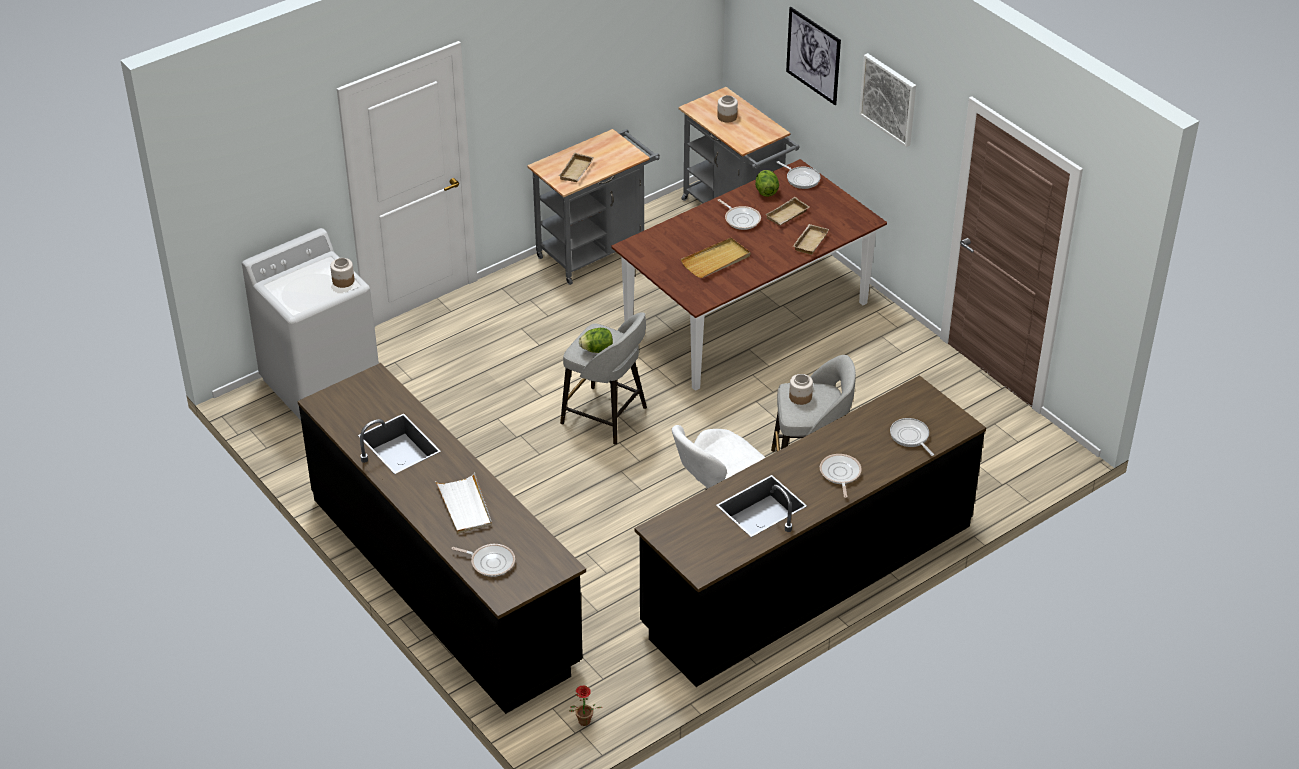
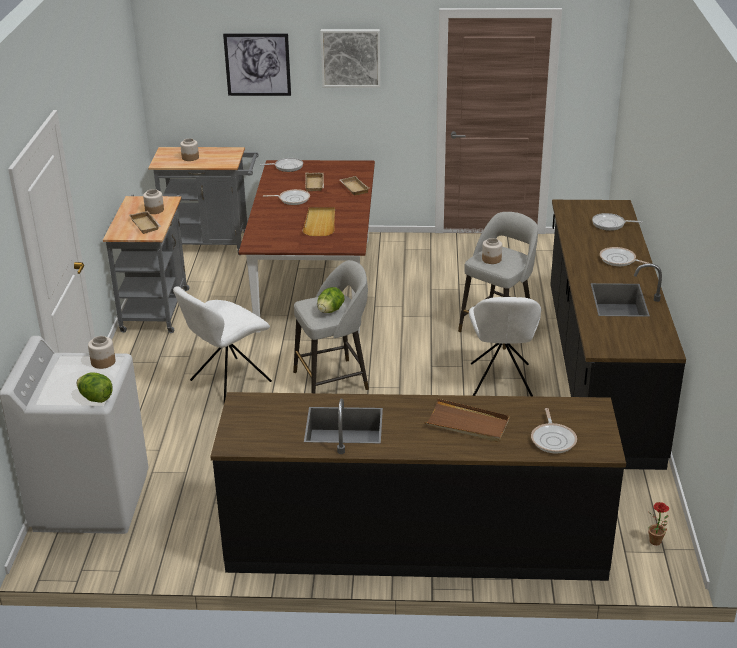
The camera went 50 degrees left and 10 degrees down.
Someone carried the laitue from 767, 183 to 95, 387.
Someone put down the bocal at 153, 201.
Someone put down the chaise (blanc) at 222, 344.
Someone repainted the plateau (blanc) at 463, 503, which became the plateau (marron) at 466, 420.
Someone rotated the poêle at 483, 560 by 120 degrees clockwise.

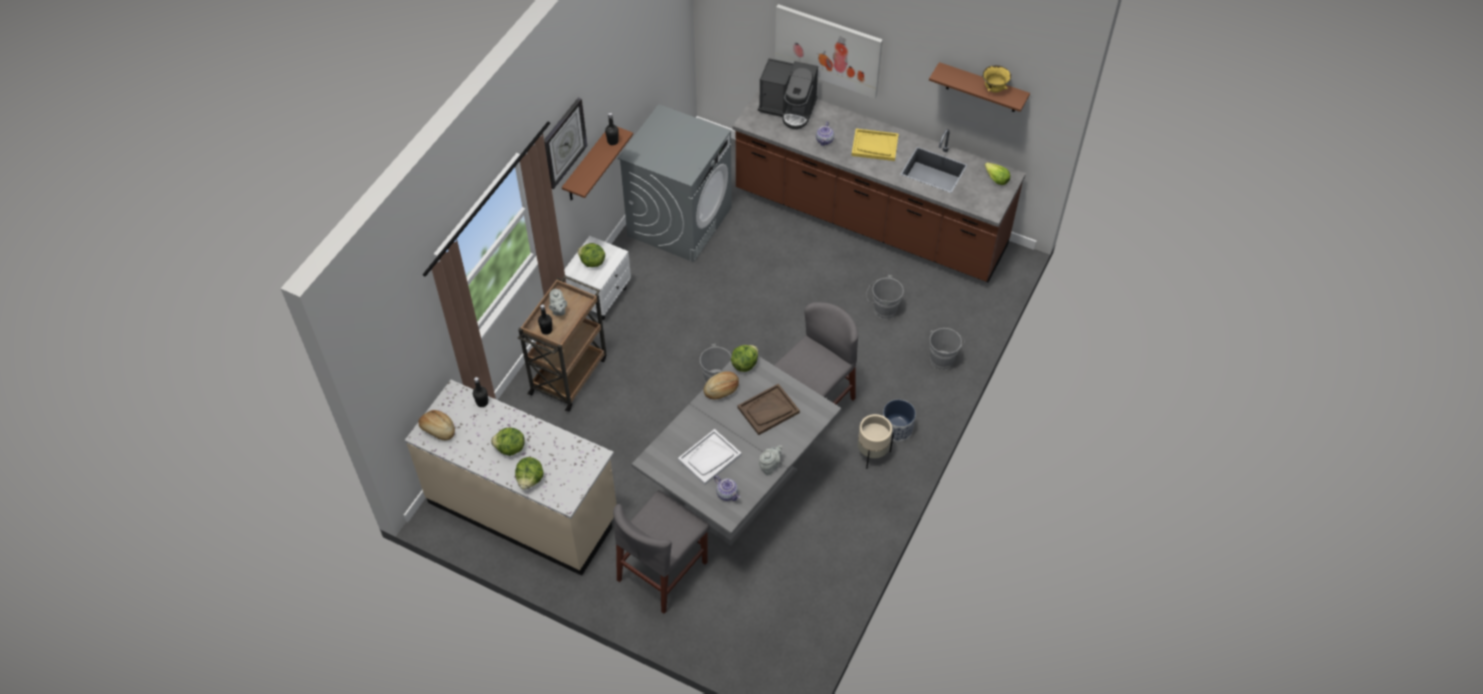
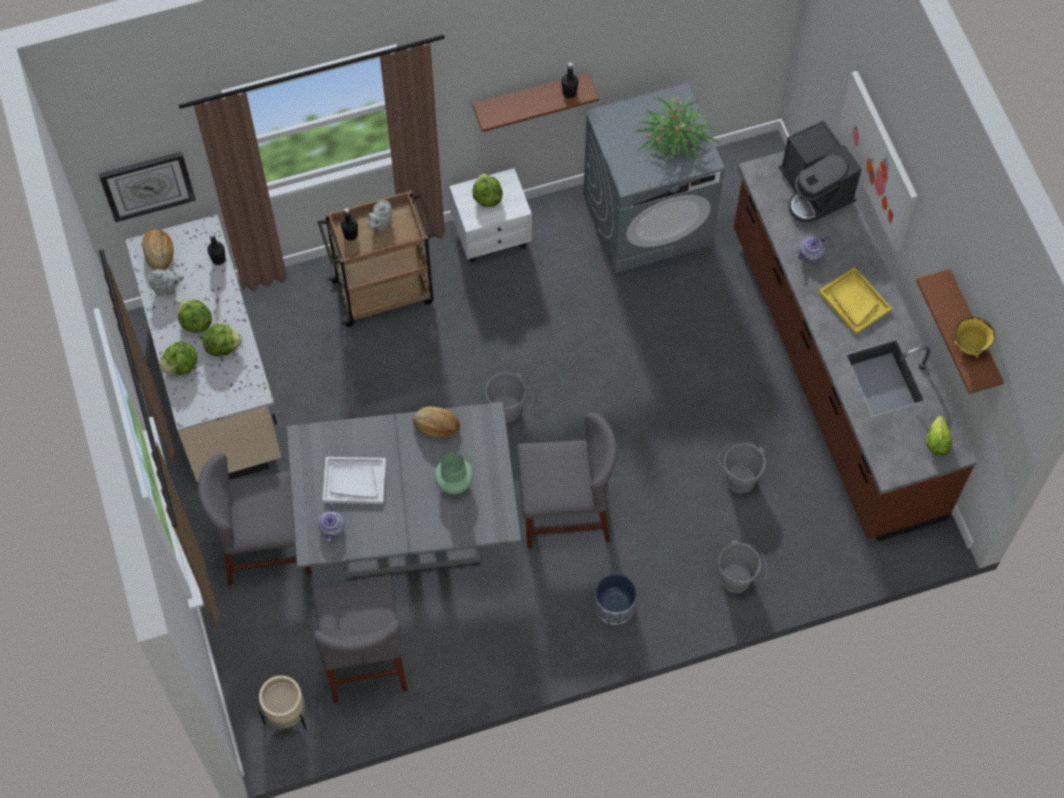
The camera went 45 degrees right and 10 degrees up.
Someone carried the horloge murale from 565, 143 to 147, 186.
Someone carried the théière (gris) from 770, 460 to 166, 282.
Someone carried the laitue from 744, 358 to 222, 340.
Someone carried the cache-pot (beige) from 876, 441 to 282, 702.
Someone put down the chaise (gris) at 359, 639.
Someone swapped the plateau (marron) at 769, 409 for the vase (vert) at 453, 473.
Someone put down the plante en pot at 676, 128.

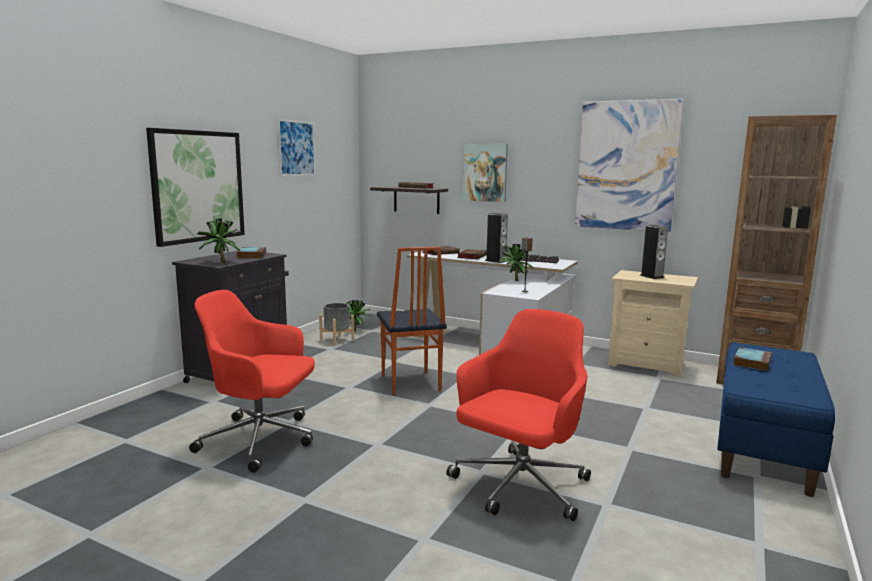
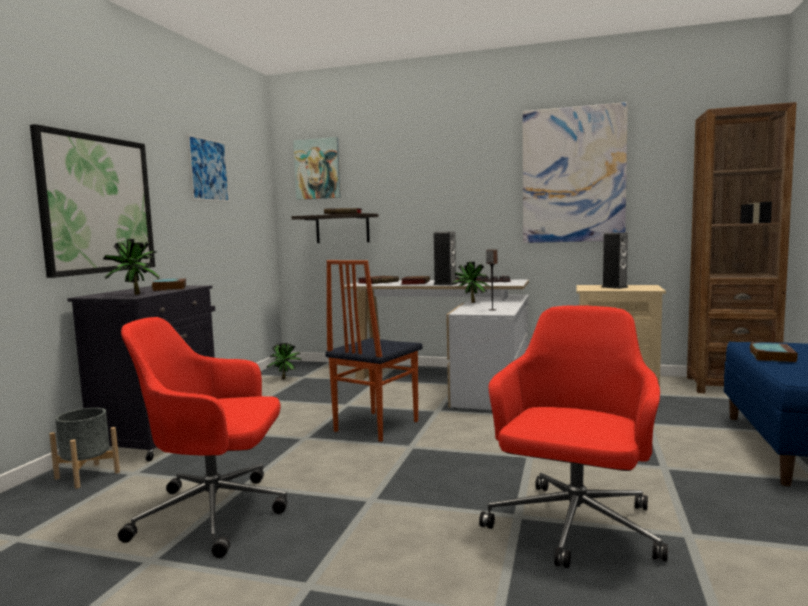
The camera went 10 degrees left and 5 degrees down.
Someone carried the cache-pot (gris) from 336, 324 to 84, 448.
Someone carried the tableau from 485, 172 to 317, 168.
Someone rotated the chaise at 412, 321 by 60 degrees clockwise.

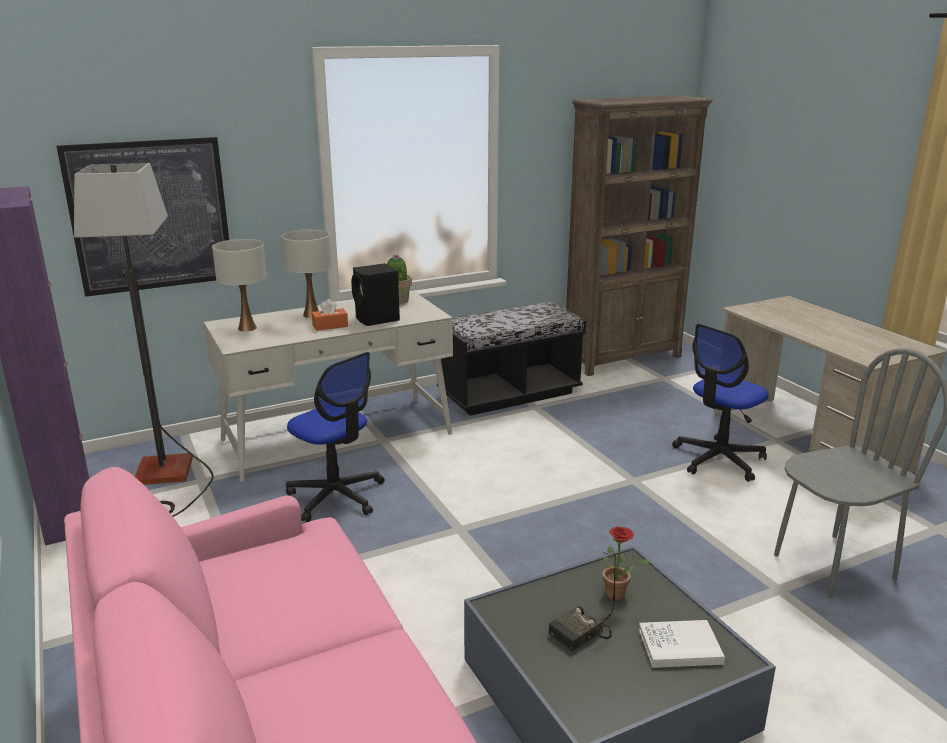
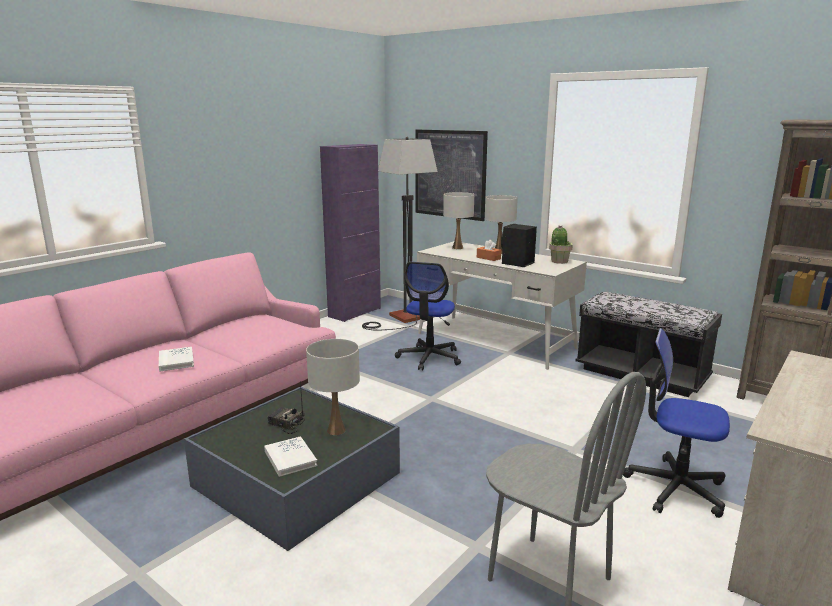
The camera went 65 degrees right and 5 degrees down.
Someone put down the livre (blanc) at 176, 359.
Someone swapped the plante en pot at 626, 563 for the lampe de table (blanc) at 333, 387.

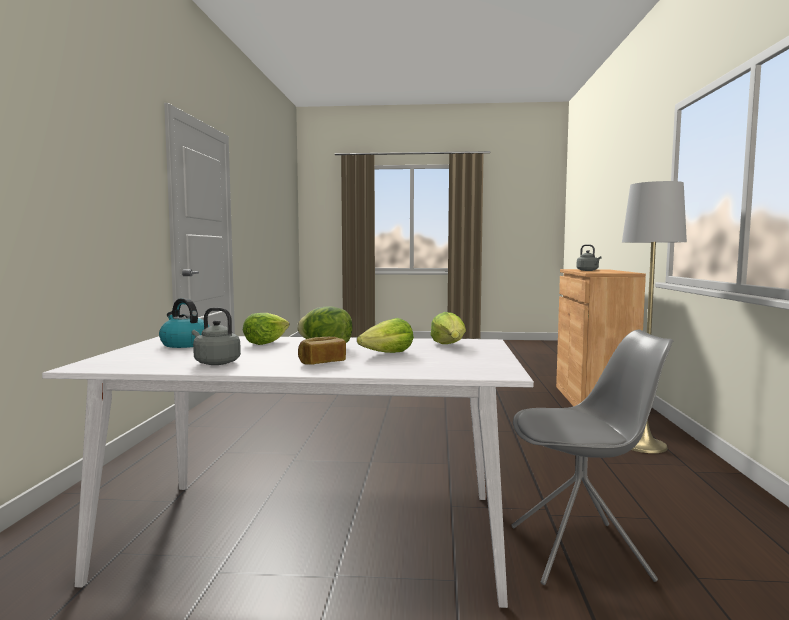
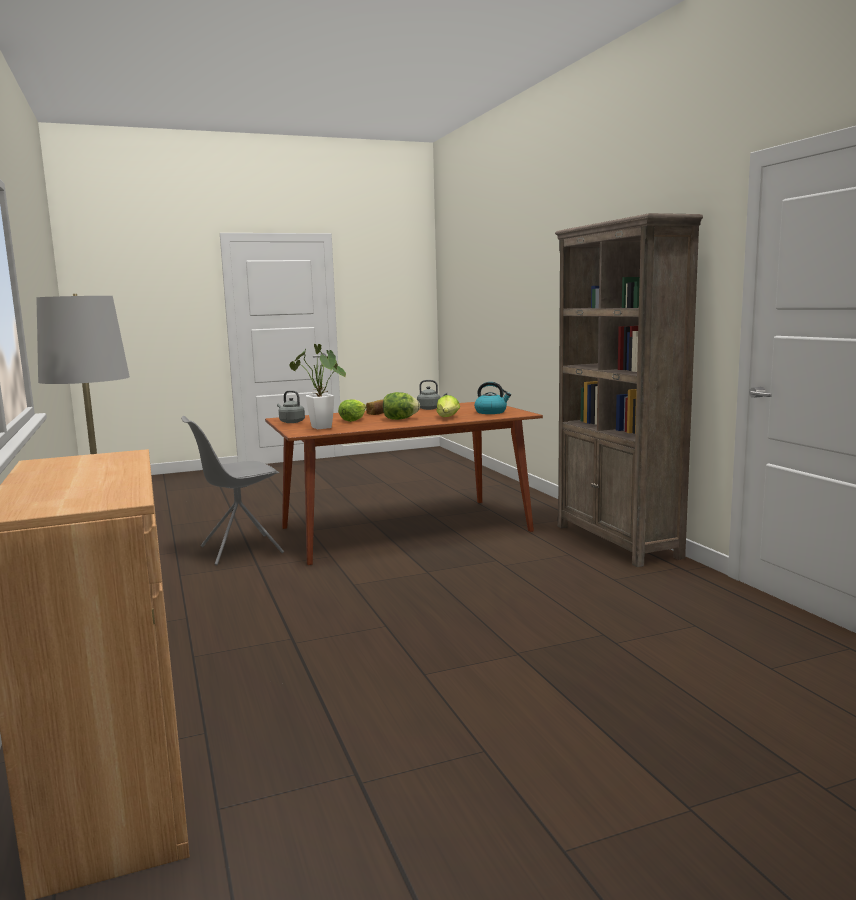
The camera went 155 degrees right and 5 degrees up.
Someone repainted the table à manger (blanc) at 288, 472, which became the table à manger (marron) at 404, 483.
Someone carried the bouilloire (gris) from 588, 257 to 291, 406.
Someone swapped the laitue at 448, 328 for the plante en pot at 317, 386.
Someone put down the bibliothèque (marron) at 629, 390.

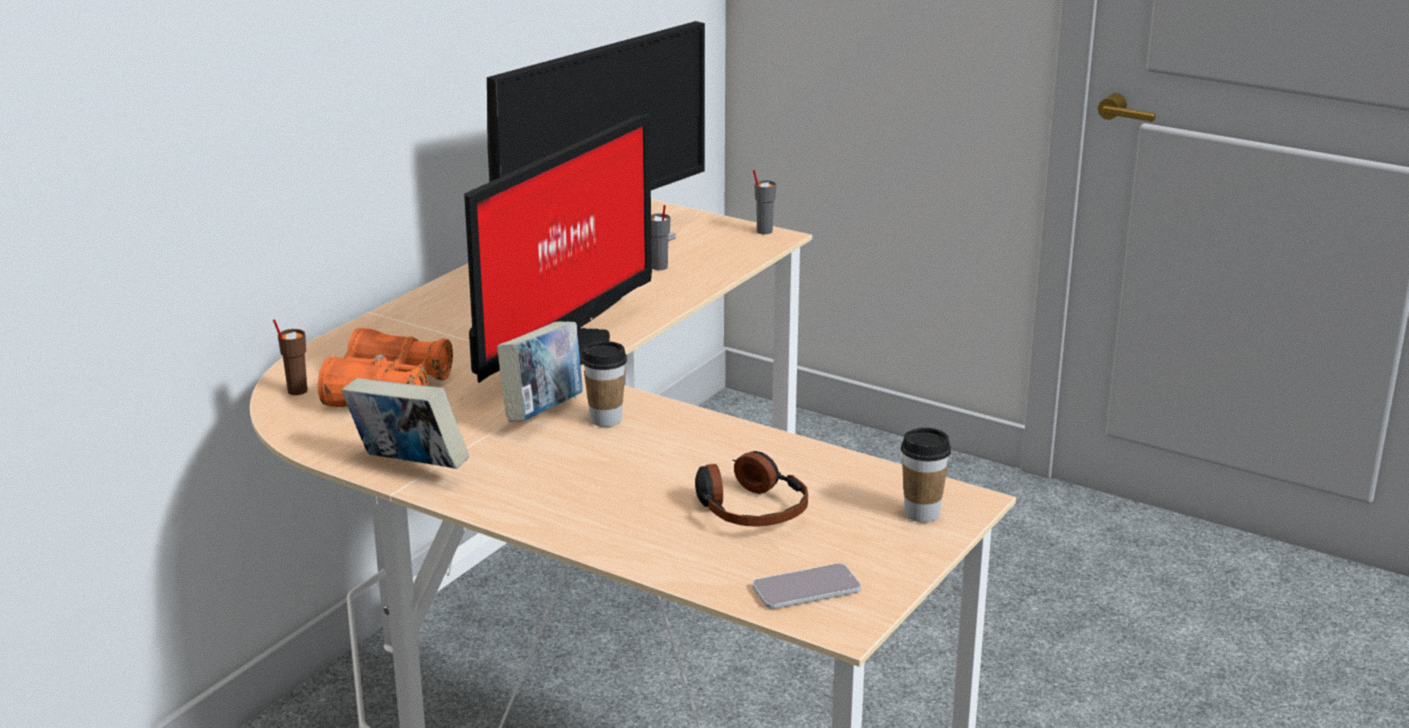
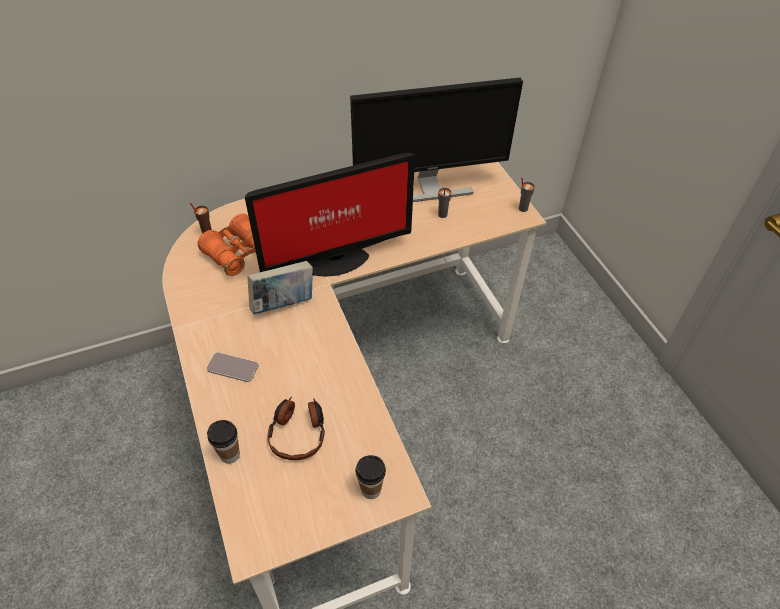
The camera went 35 degrees right and 25 degrees up.
Someone carried the téléphone from 807, 586 to 232, 367.
Someone carried the tasse from 604, 384 to 223, 442.
Someone took away the livre at 405, 423.

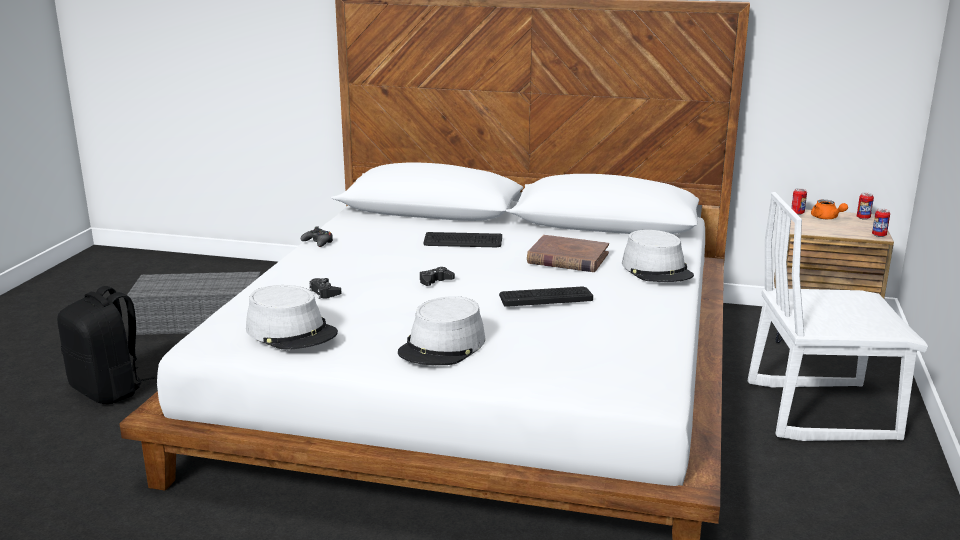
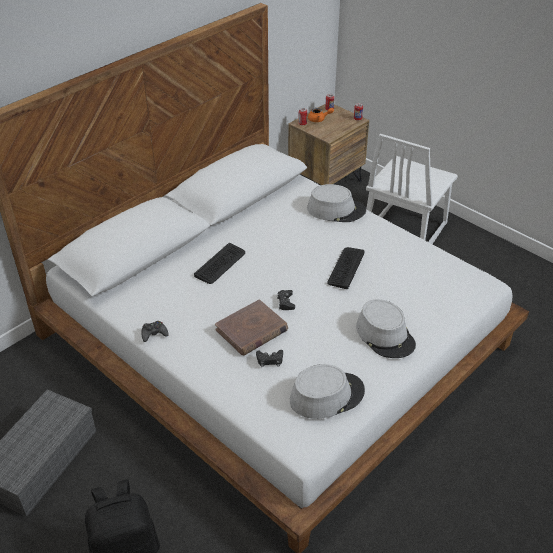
The camera went 60 degrees left and 20 degrees up.
Someone carried the livre (marron) from 568, 253 to 251, 327.

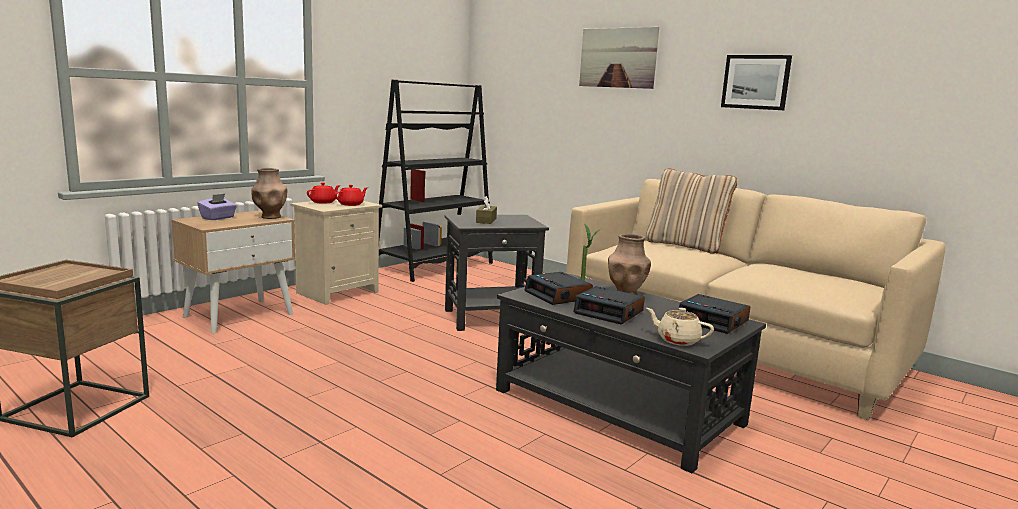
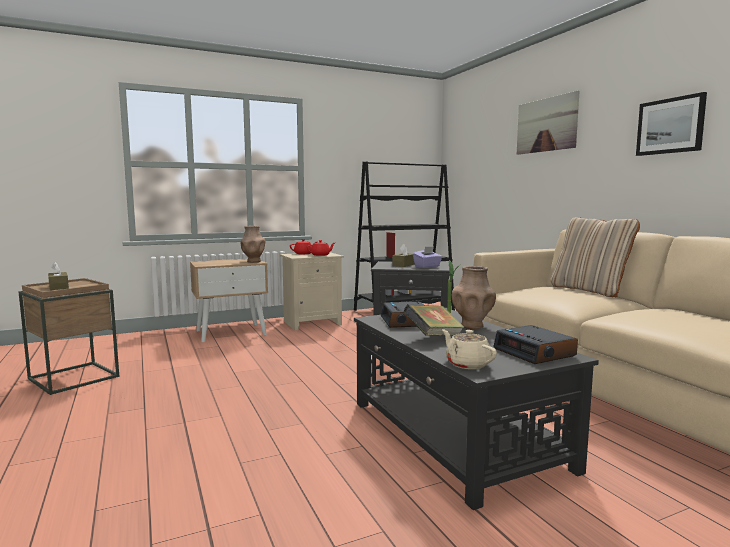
The camera went 25 degrees right and 5 degrees down.
Someone put down the boîte à mouchoirs (marron) at 58, 276.
Someone swapped the réveil at 609, 305 for the livre at 434, 320.
Someone carried the boîte à mouchoirs (violet) from 217, 207 to 427, 257.

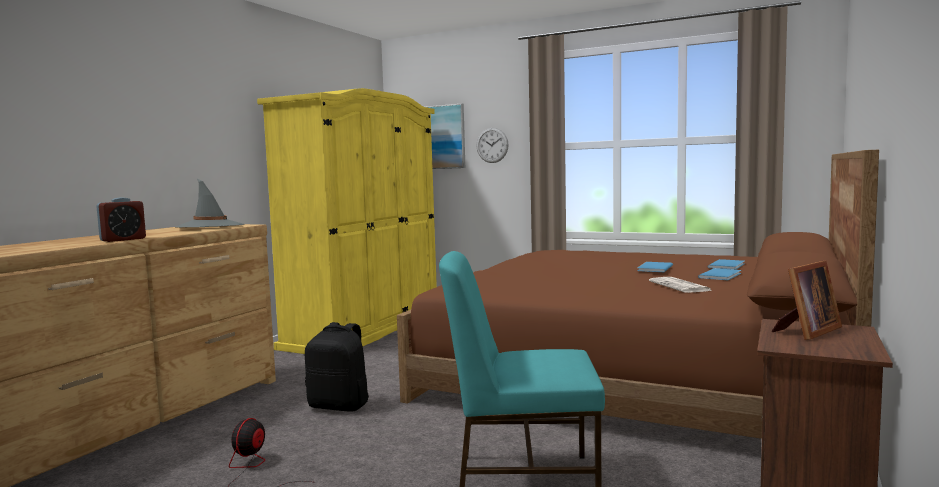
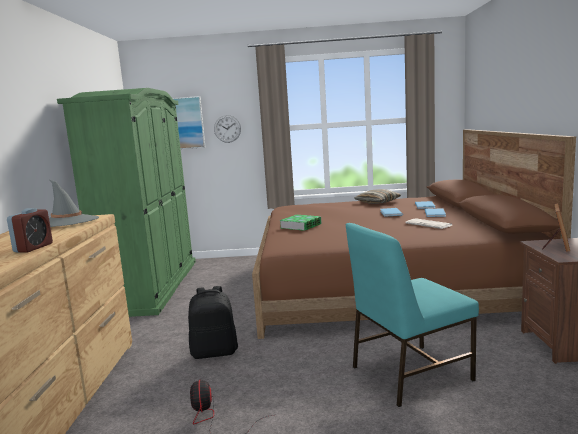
The camera went 25 degrees left and 5 degrees up.
Someone repainted the armoire (jaune) at 347, 221, which became the armoire (vert) at 126, 202.
Someone put down the livre at 301, 223.
Someone put down the coussin at 377, 196.

